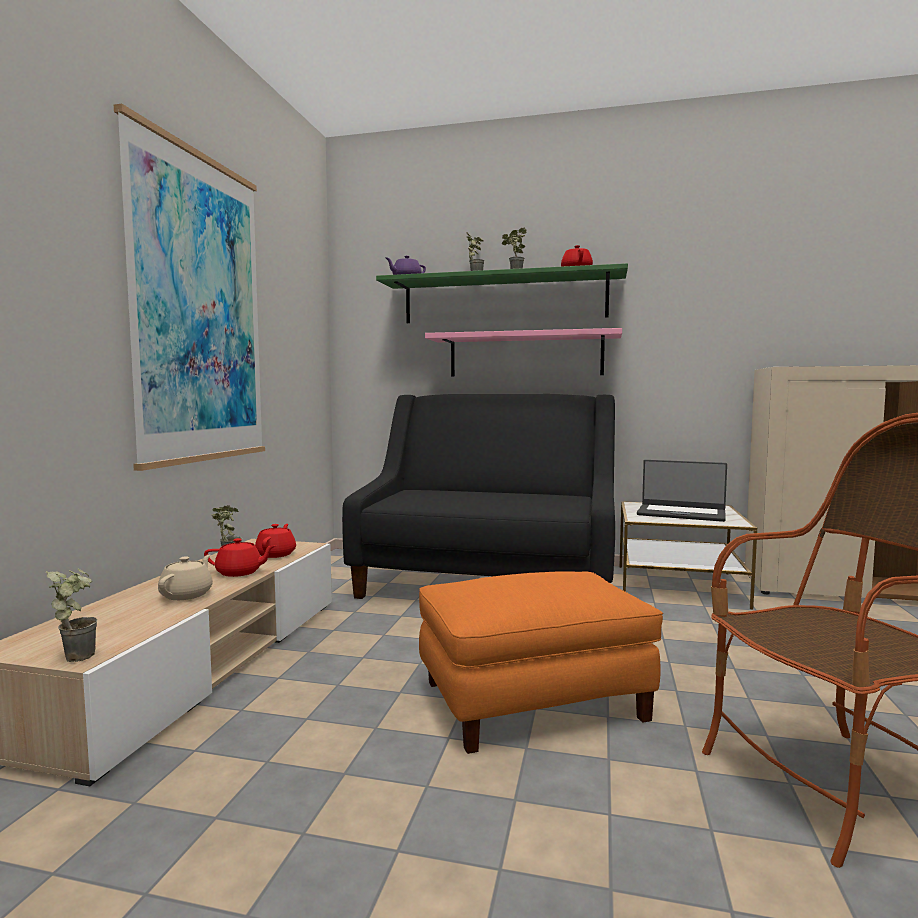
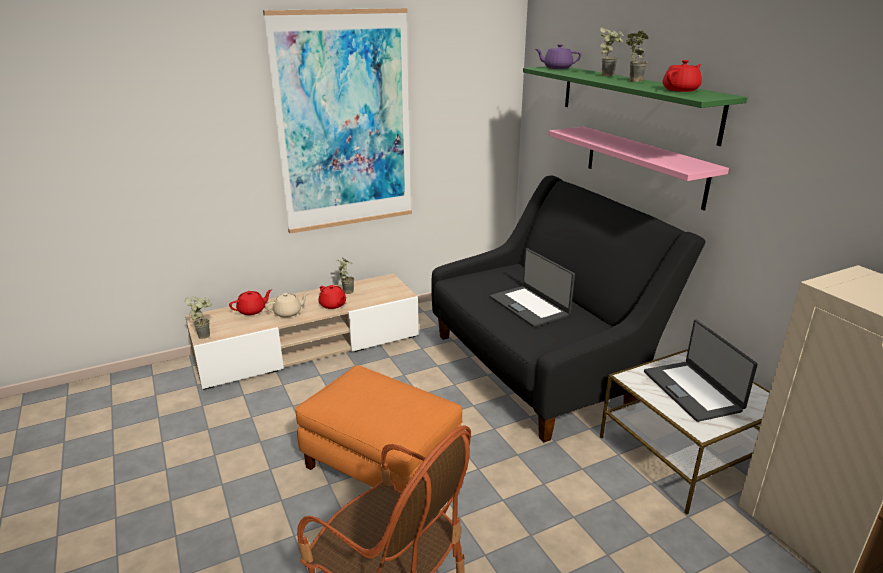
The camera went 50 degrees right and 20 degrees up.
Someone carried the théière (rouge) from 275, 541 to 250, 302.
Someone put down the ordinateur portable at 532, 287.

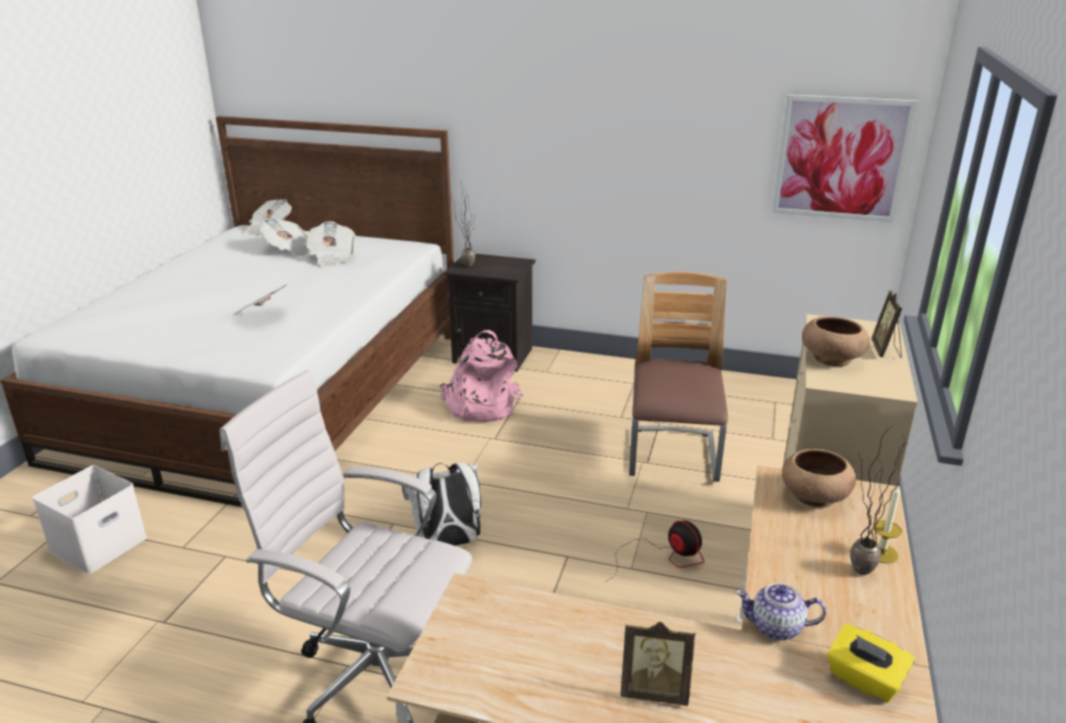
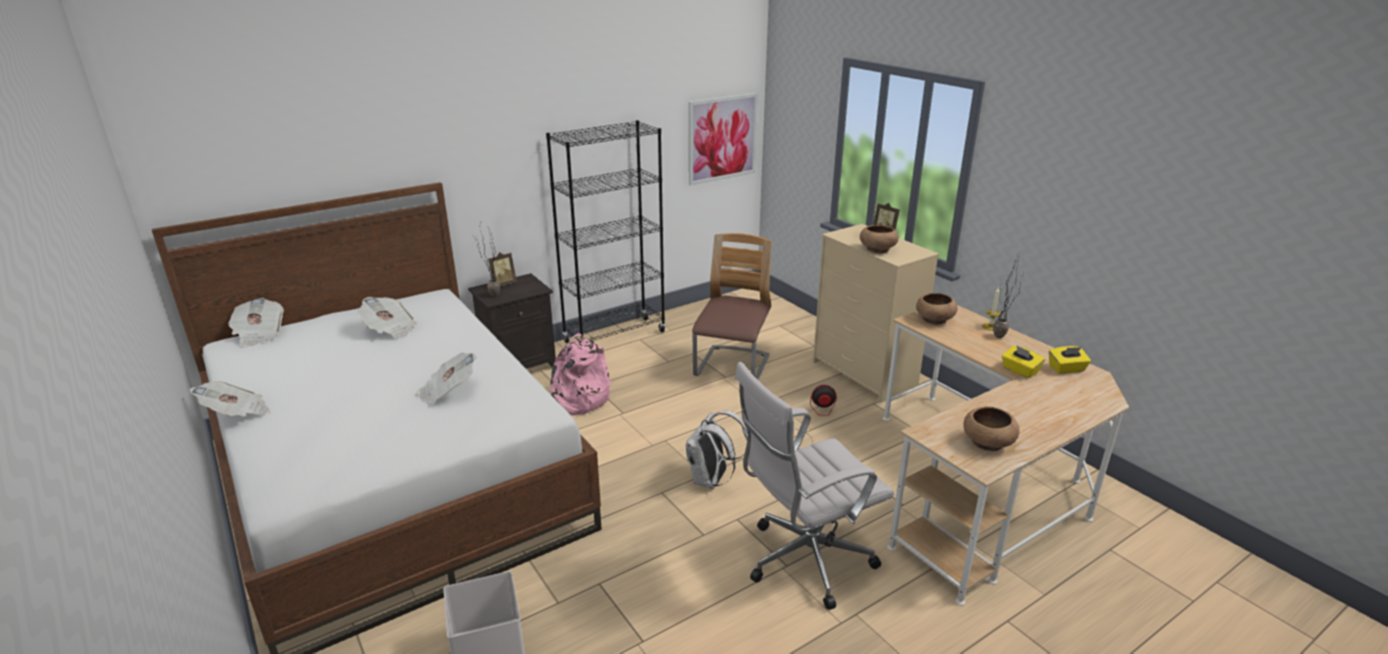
The camera went 50 degrees left and 0 degrees up.
Someone carried the journal from 284, 237 to 230, 399.
Someone carried the cadre photo from 657, 664 to 502, 269.
Someone put down the bibliothèque (noir) at 606, 231.
Someone rotated the chaise at 678, 377 by 60 degrees clockwise.
Someone put down the bol (marron) at 991, 429.
Someone swapped the théière at 781, 611 for the boîte à mouchoirs (jaune) at 1023, 362.

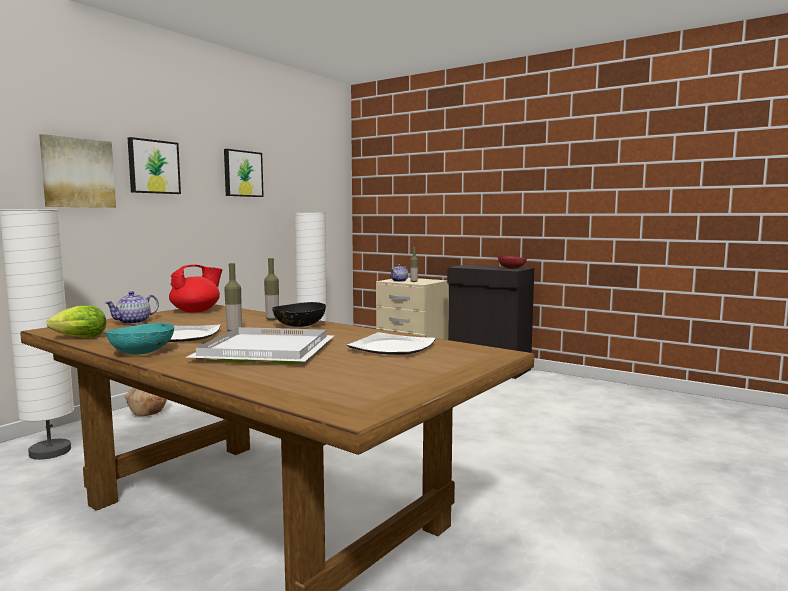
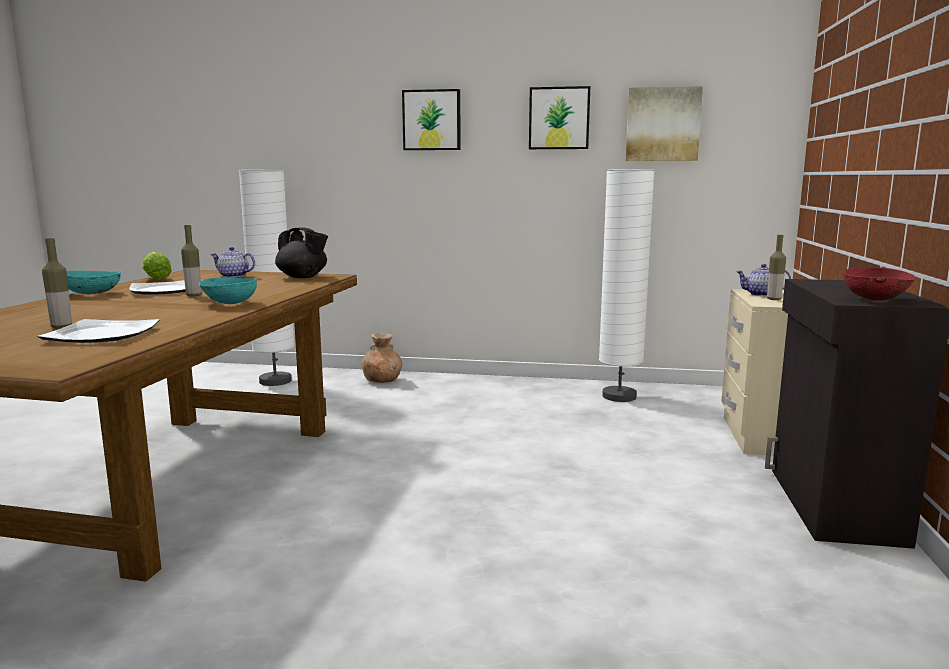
The camera went 65 degrees right and 5 degrees up.
Someone carried the bouteille from 271, 289 to 57, 283.
Someone repainted the bol (noir) at 299, 314, which became the bol (turquoise) at 228, 291.
Someone repainted the théière (rouge) at 195, 289, which became the théière (noir) at 301, 253.
Someone carried the tableau from 77, 171 to 664, 123.
Someone took away the plateau (blanc) at 260, 346.

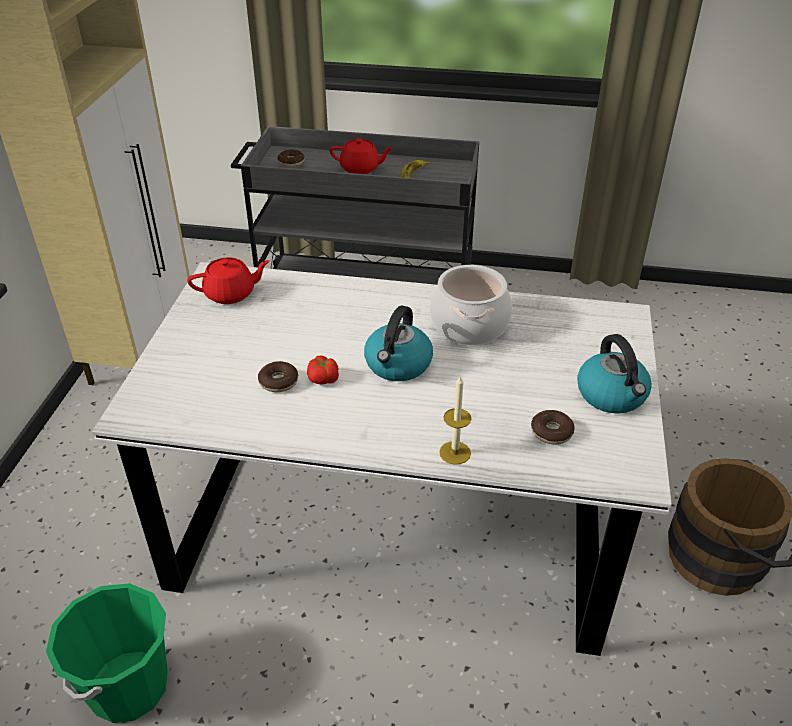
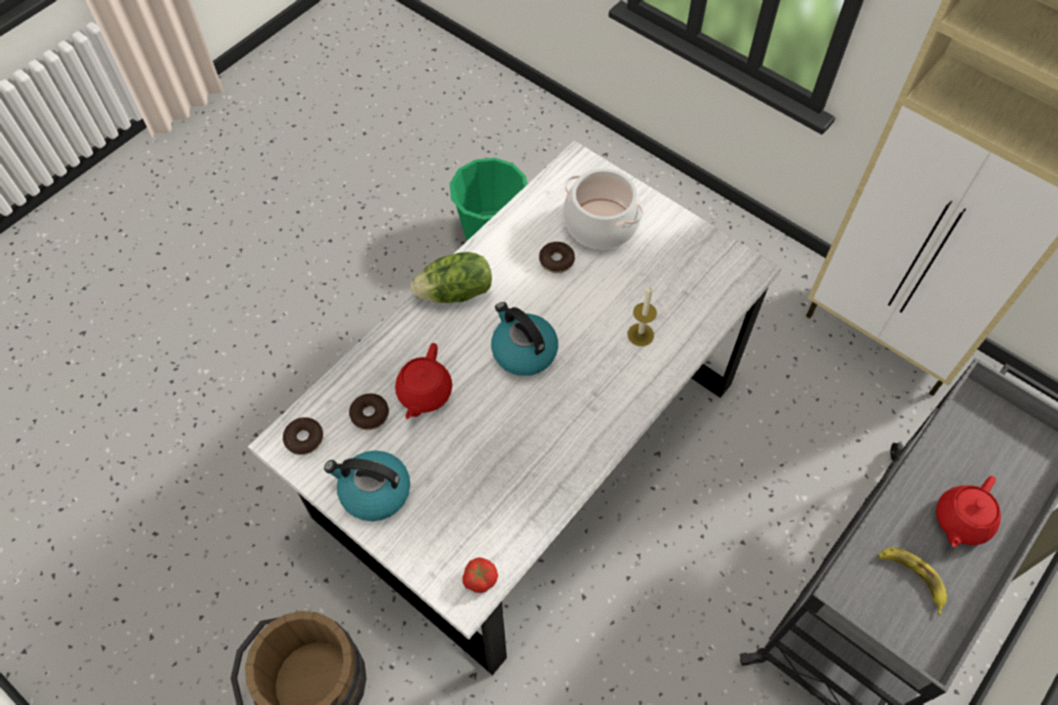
The camera went 120 degrees right and 20 degrees up.
Someone carried the beignet from 291, 158 to 303, 436.
Someone carried the théière (rouge) from 228, 280 to 423, 381.
Someone put down the laitue at 451, 277.
Someone carried the tomate from 323, 370 to 480, 575.
Someone carried the marmite from 470, 305 to 603, 209.
Someone carried the bougie from 455, 420 to 642, 316.

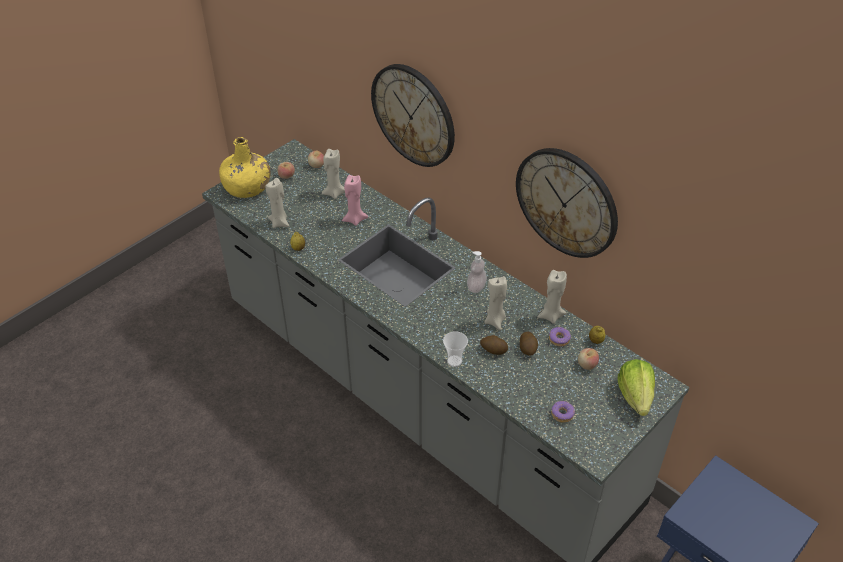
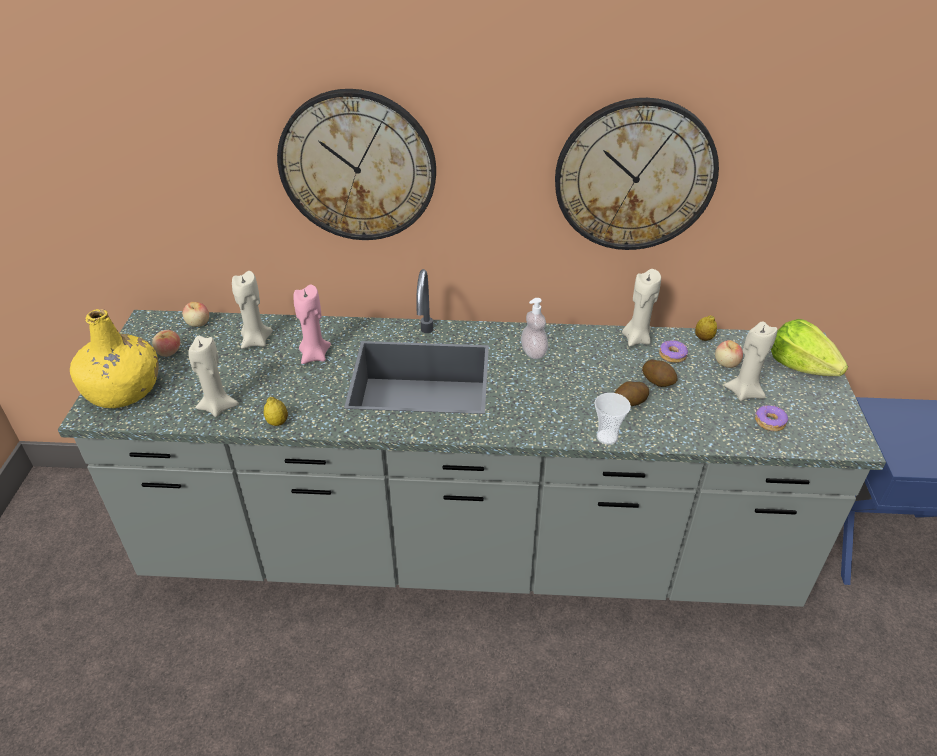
The camera went 40 degrees left and 5 degrees down.
Someone carried the bougie (beige) from 496, 303 to 751, 361.

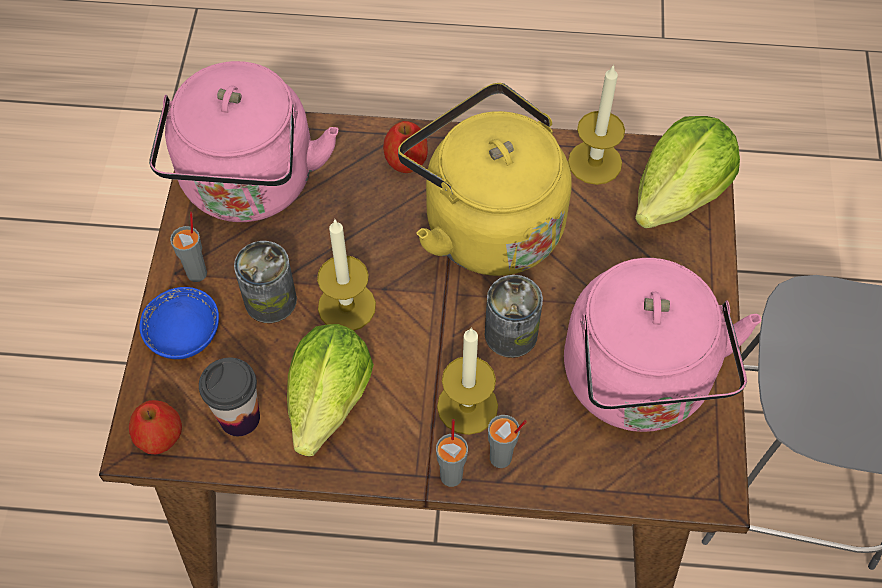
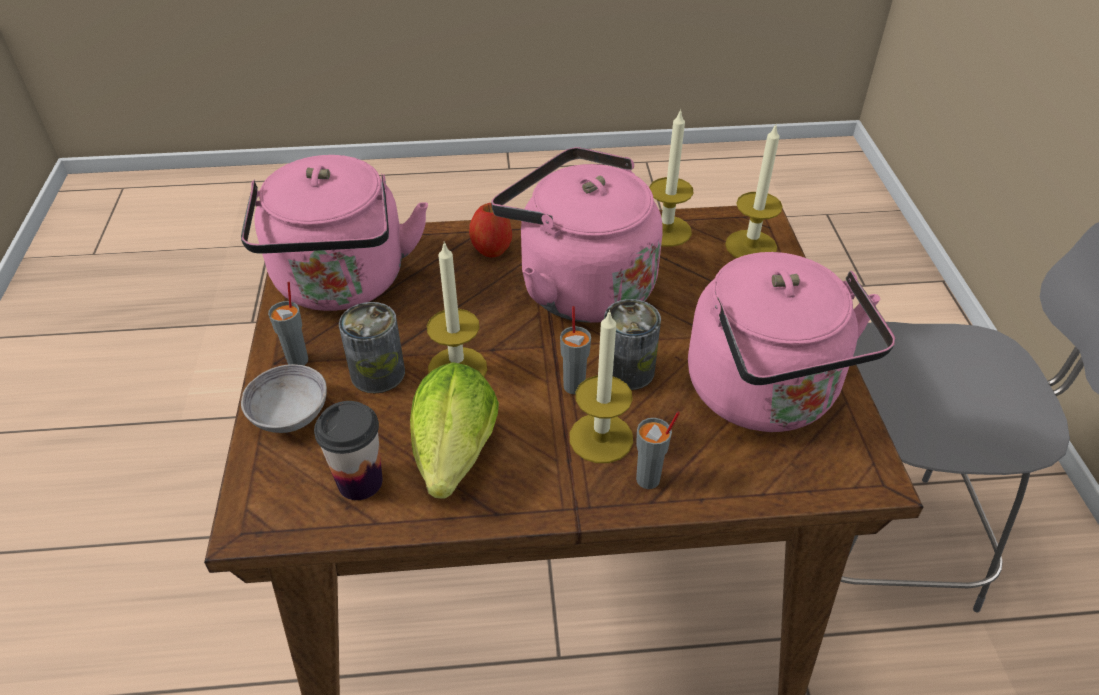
The camera went 10 degrees left and 15 degrees down.
Someone repainted the bol (bleu) at 179, 323, which became the bol (gris) at 284, 398.
Someone repainted the bouilloire (jaune) at 484, 179, which became the bouilloire (rose) at 577, 235.
Someone carried the tasse (gris) from 452, 453 to 575, 350.
Someone swapped the laitue at 687, 172 for the bougie at 754, 190.
Someone took away the pomme at 155, 427.

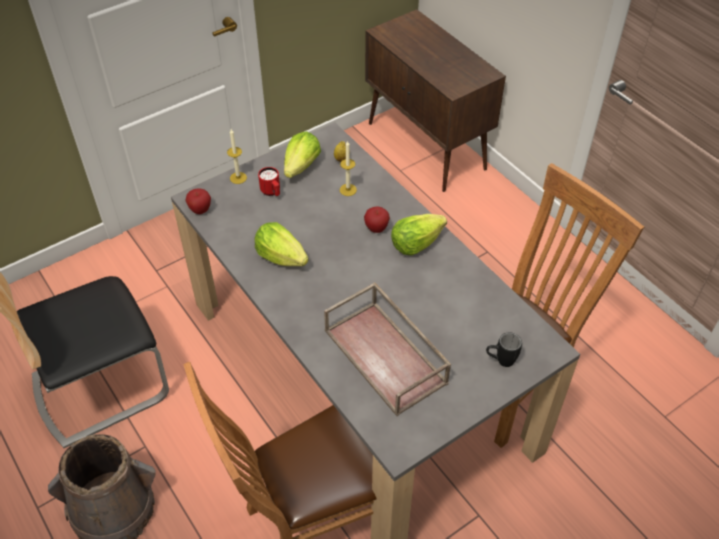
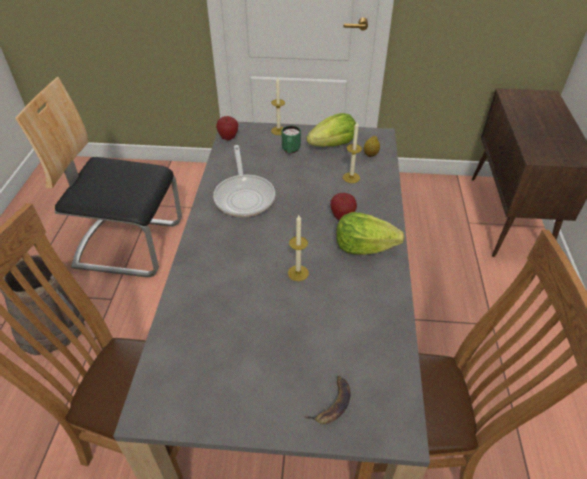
The camera went 40 degrees right and 5 degrees down.
Someone swapped the laitue at 281, 244 for the poêle at 244, 181.
Someone repainted the mug (rouge) at 269, 181, which became the mug (vert) at 291, 139.
Someone put down the bougie at 298, 248.
Someone swapped the mug (noir) at 504, 349 for the banane at 327, 400.
Someone took away the plateau (marron) at 387, 349.

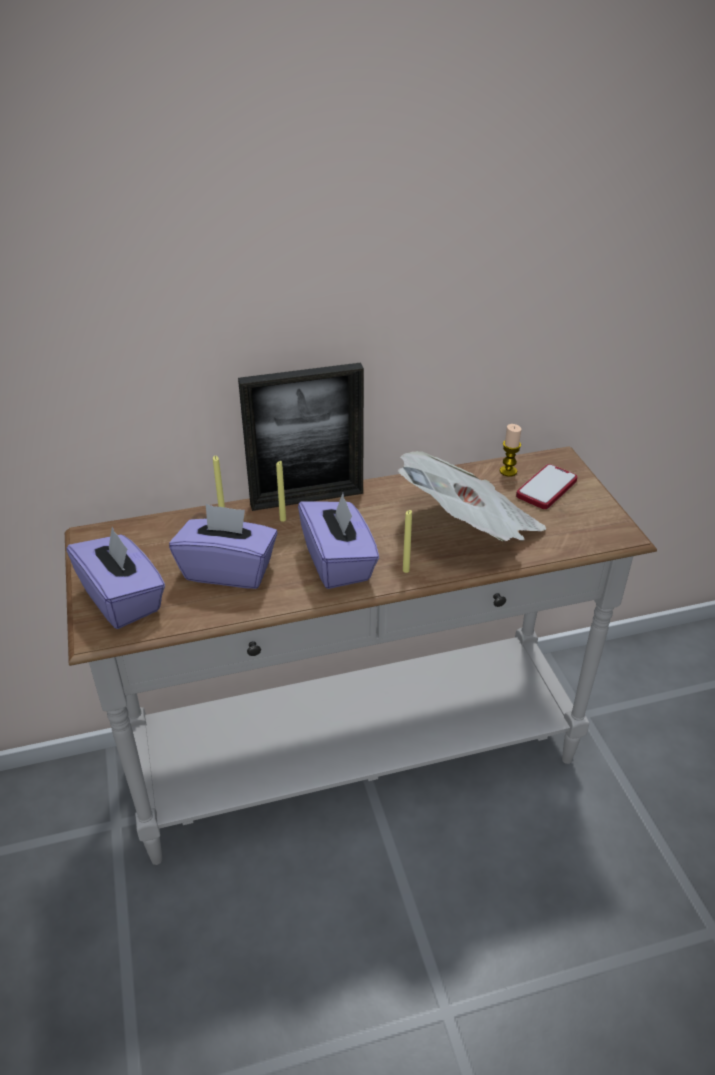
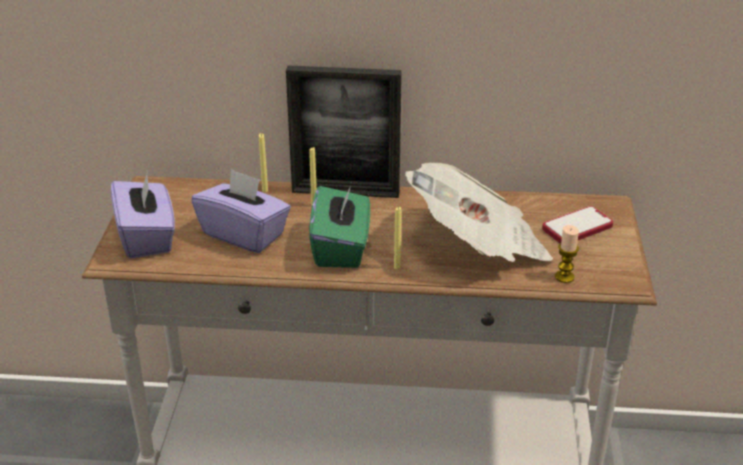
The camera went 20 degrees right and 5 degrees down.
Someone repainted the boîte à mouchoirs (violet) at 338, 541, which became the boîte à mouchoirs (vert) at 339, 225.
Someone carried the bougie from 510, 450 to 567, 254.

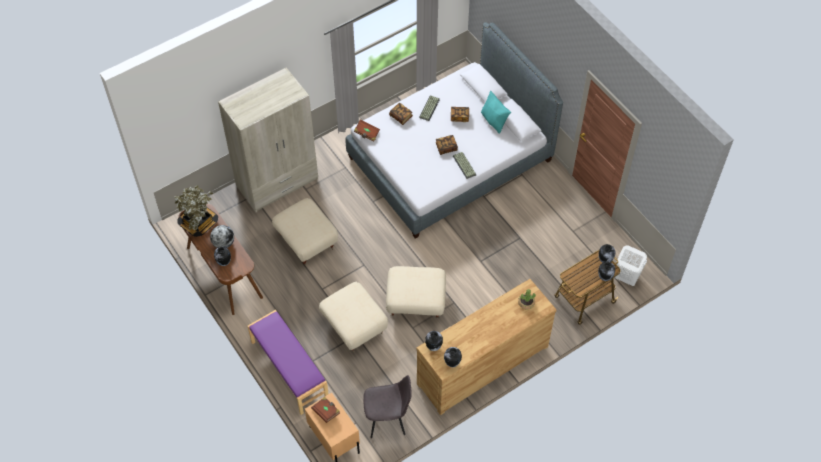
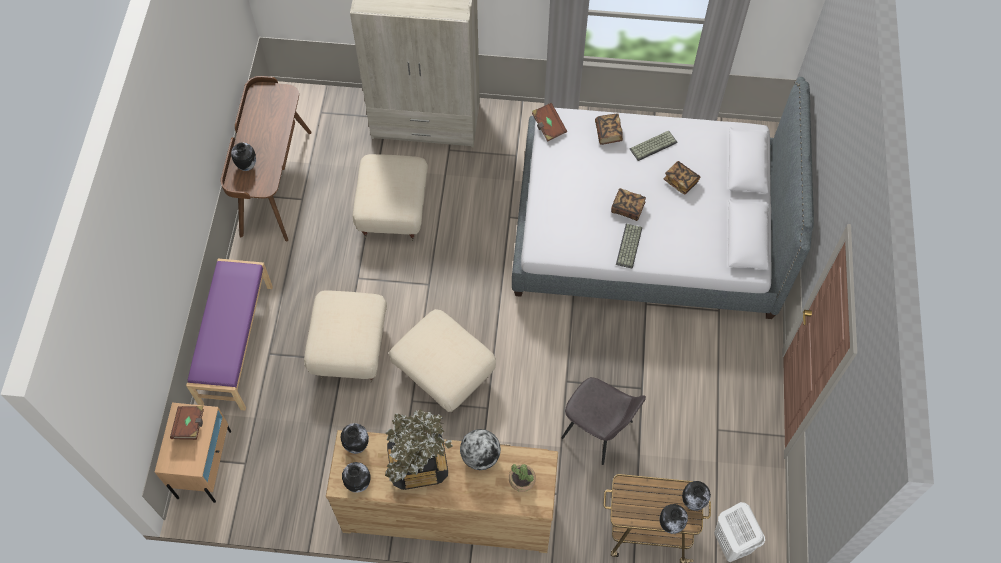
The camera went 40 degrees right and 5 degrees up.
Someone carried the plante en pot from 196, 211 to 419, 449.
Someone carried the globe from 222, 236 to 480, 449.
Someone carried the chaise (gris) from 387, 406 to 603, 421.
Someone took away the coussin (turquoise) at 496, 112.

